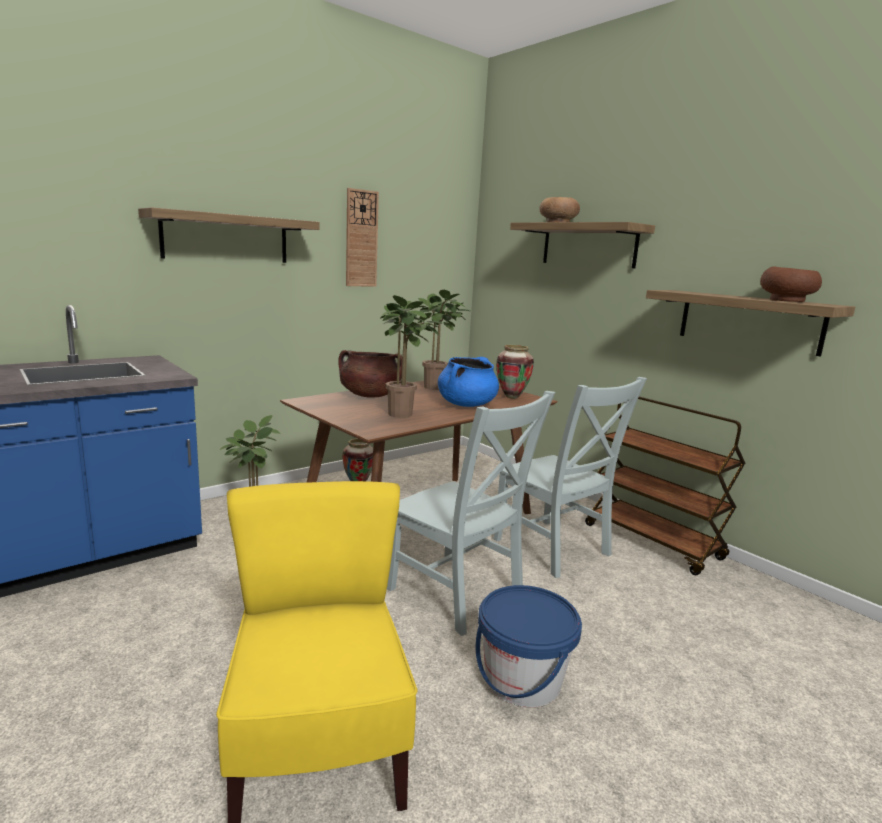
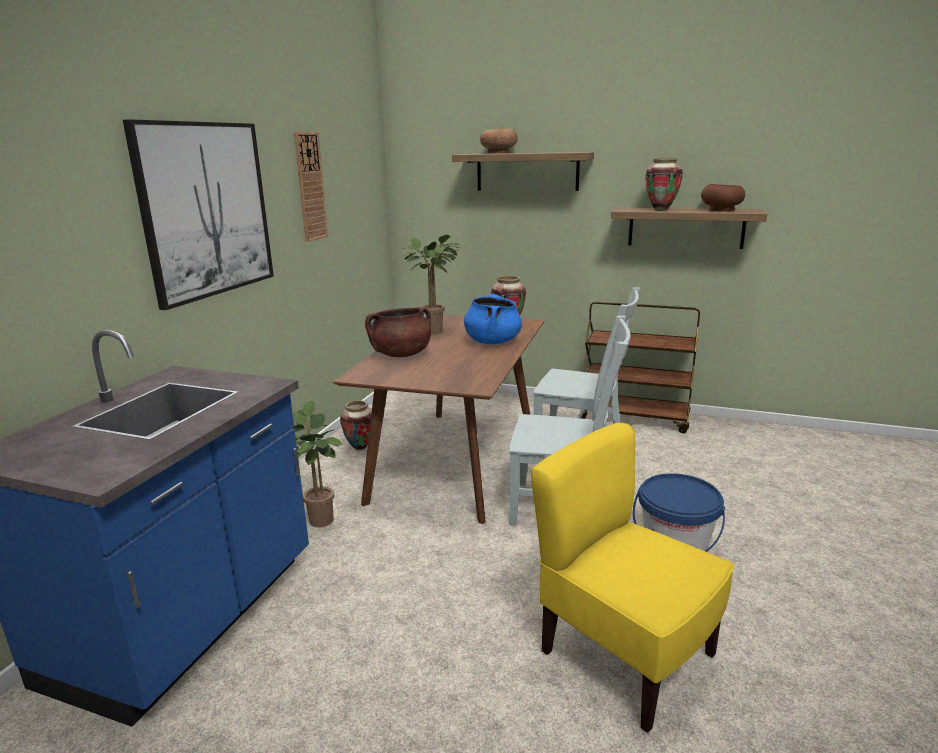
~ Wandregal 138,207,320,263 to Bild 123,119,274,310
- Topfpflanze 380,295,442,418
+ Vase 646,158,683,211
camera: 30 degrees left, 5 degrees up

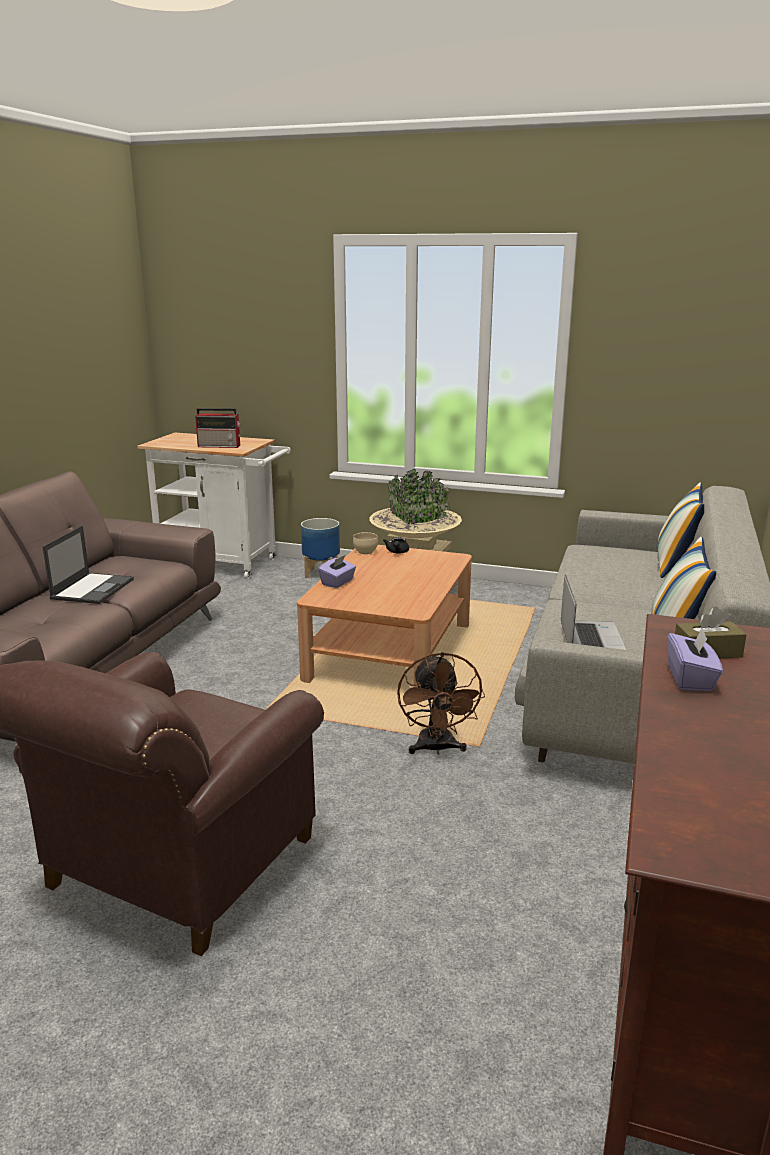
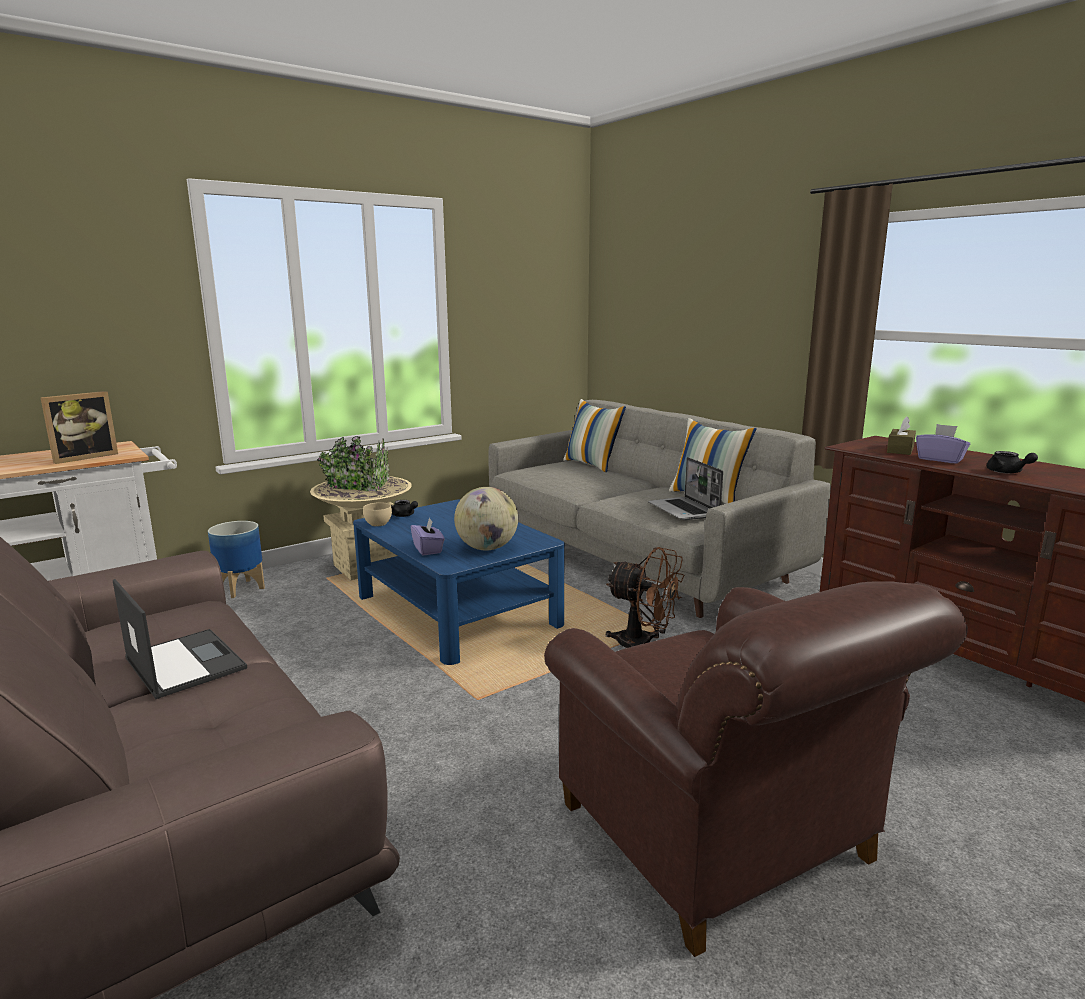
~ Radio 195,408,241,448 to Bilderrahmen 41,391,118,464
~ Couchtisch/braun 297,545,472,687 to Couchtisch/blau 353,499,565,665
~ Laptop 561,575,627,650 = 648,457,723,520 150 degrees counterclockwise
+ Teekanne/schwarz 987,451,1038,474
+ Globus 454,487,518,551
camera: 55 degrees left, 5 degrees down

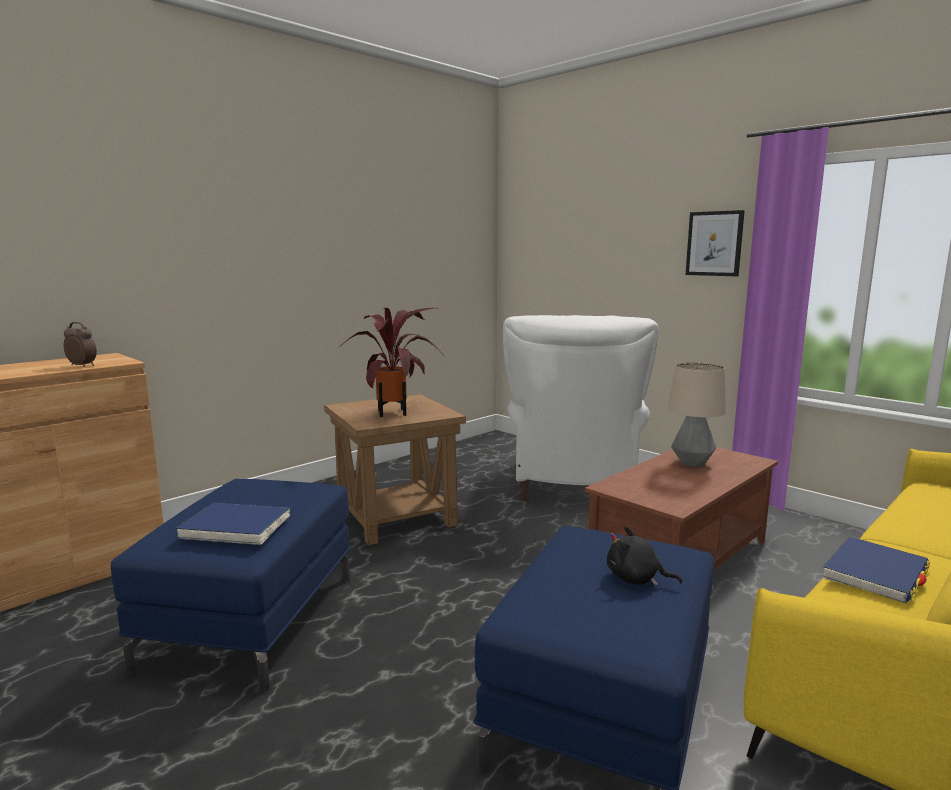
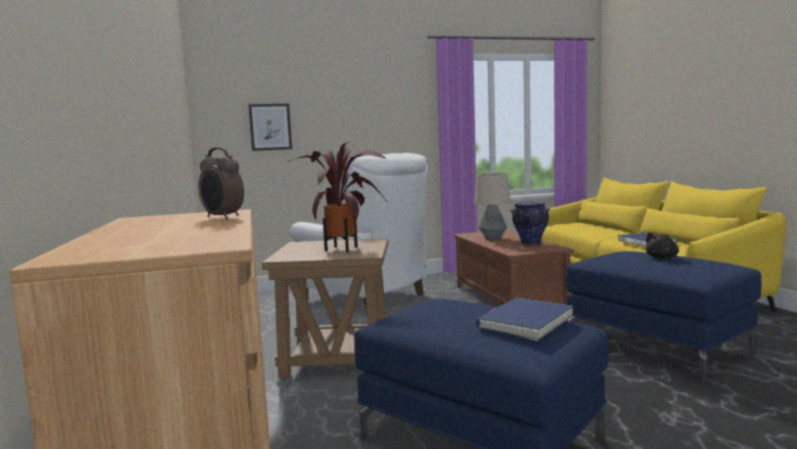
~ Bild 686,210,745,276 to 248,104,292,151
~ Wecker 64,322,97,367 = 198,147,244,219 105 degrees counterclockwise
+ Vase 510,201,550,245
camera: 60 degrees left, 5 degrees down

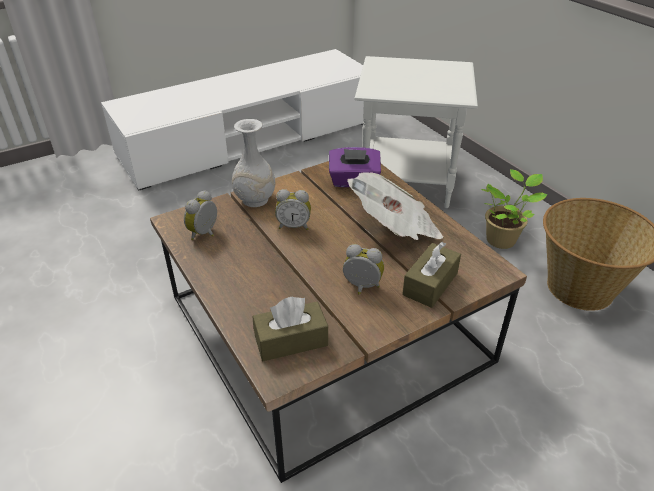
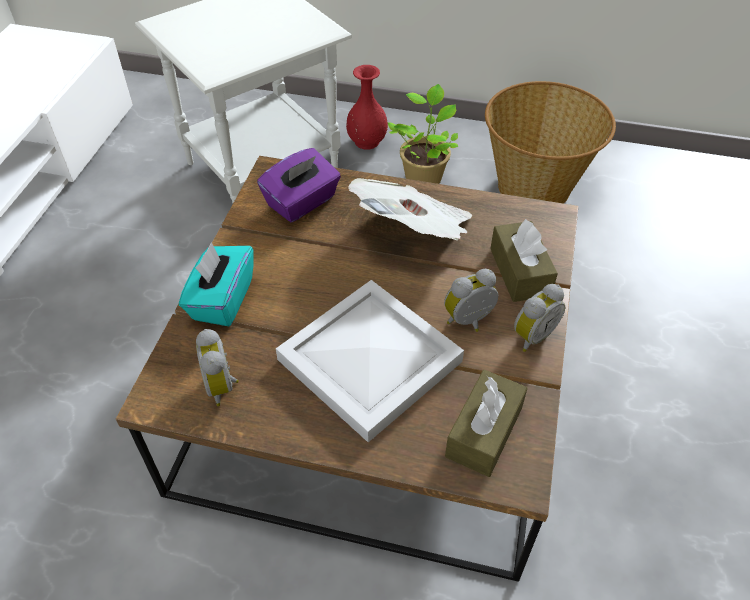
~ Vase/weiß 232,119,275,207 to Taschentuchbox/türkis 179,242,254,326
~ Wecker 275,189,311,230 to 514,284,565,352
+ Vase/rot 346,65,388,150
+ Tablett/weiß 276,280,464,442
camera: 45 degrees left, 10 degrees up

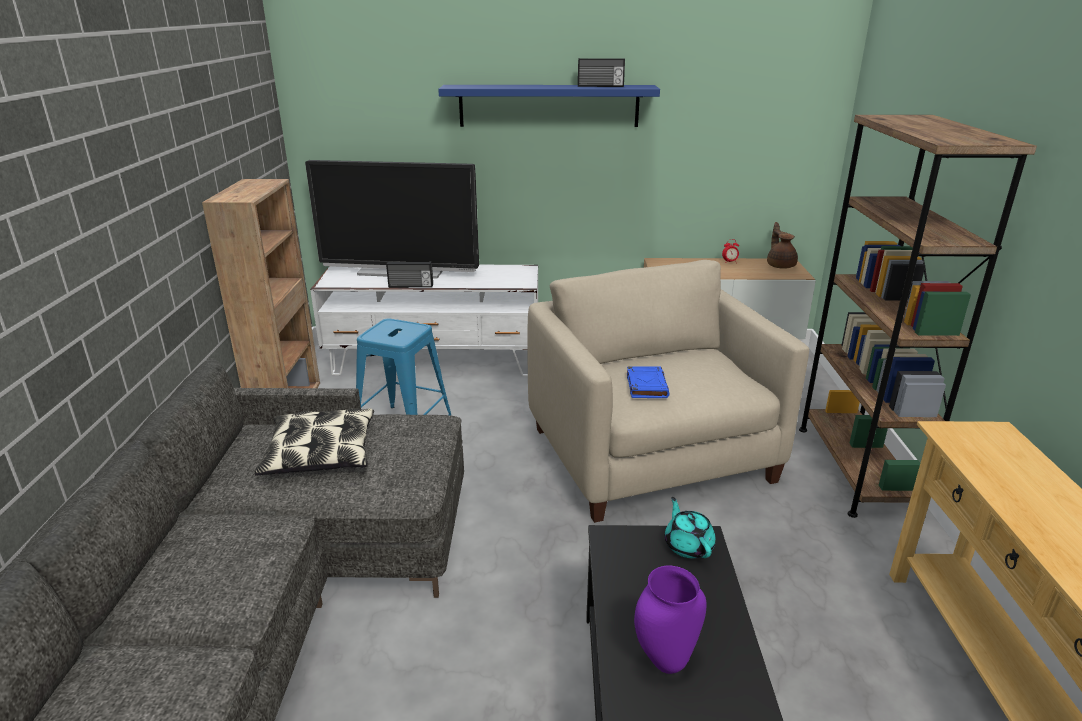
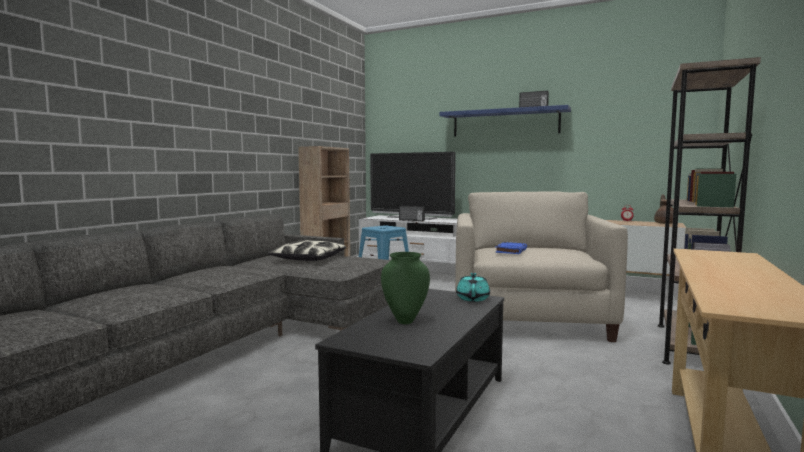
~ Vase/lila 634,566,707,674 to Vase/grün 381,252,430,324
camera: 25 degrees right, 20 degrees down

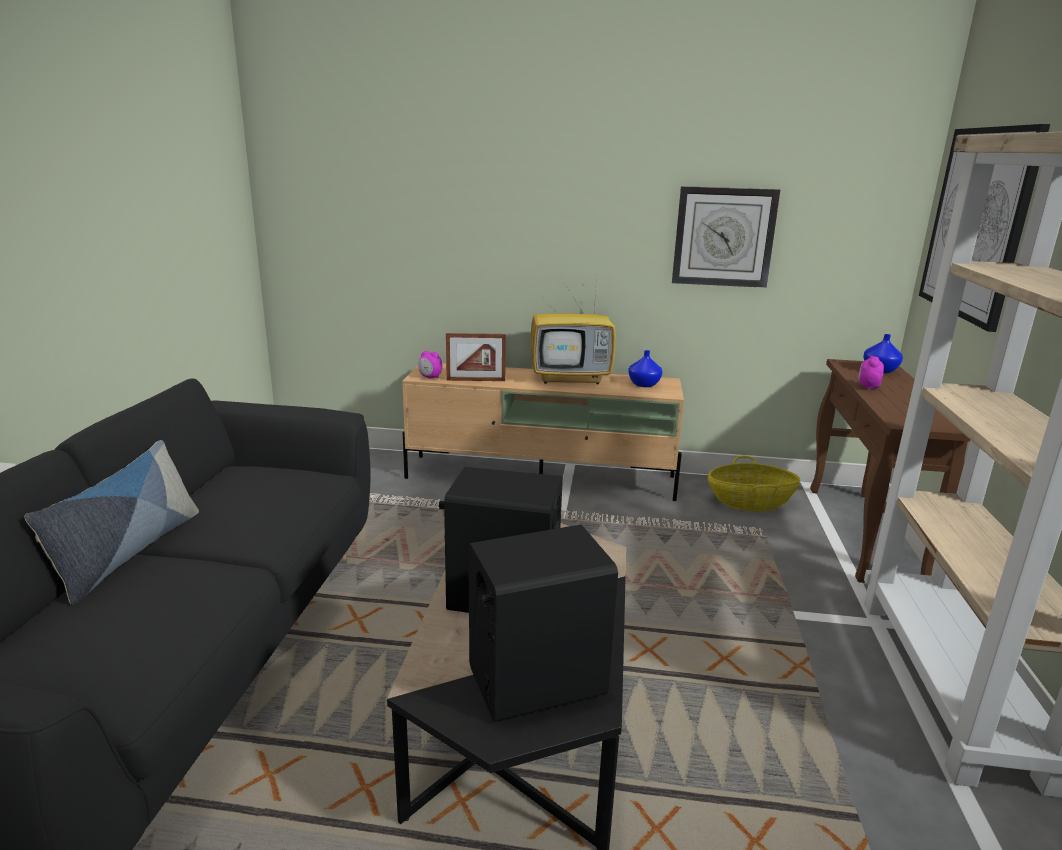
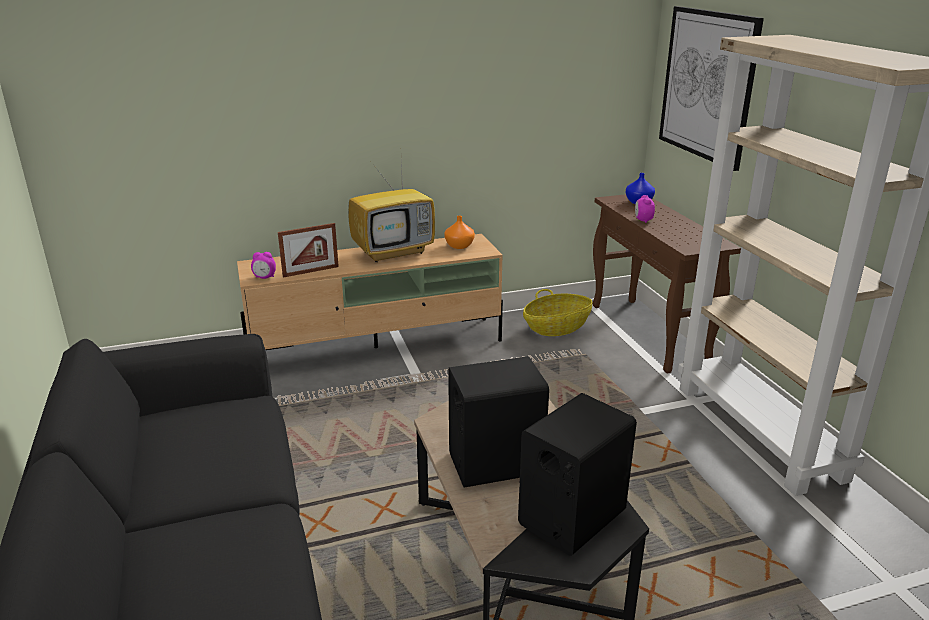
- Wanduhr 672,186,780,288
~ Vase/blau 628,350,663,387 to Vase/orange 444,215,475,249
- Kissen 25,440,199,604
camera: 25 degrees left, 5 degrees up

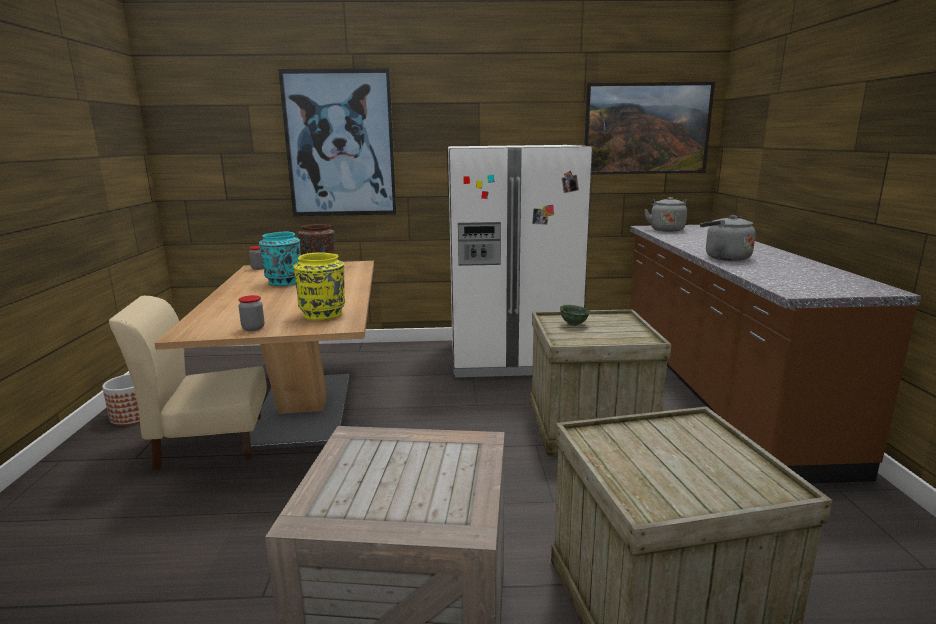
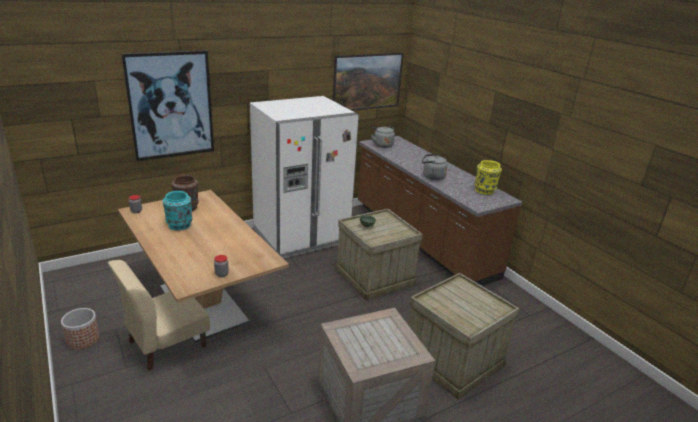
~ Vase/gelb 293,252,345,321 to 474,160,502,195
camera: 30 degrees left, 10 degrees up

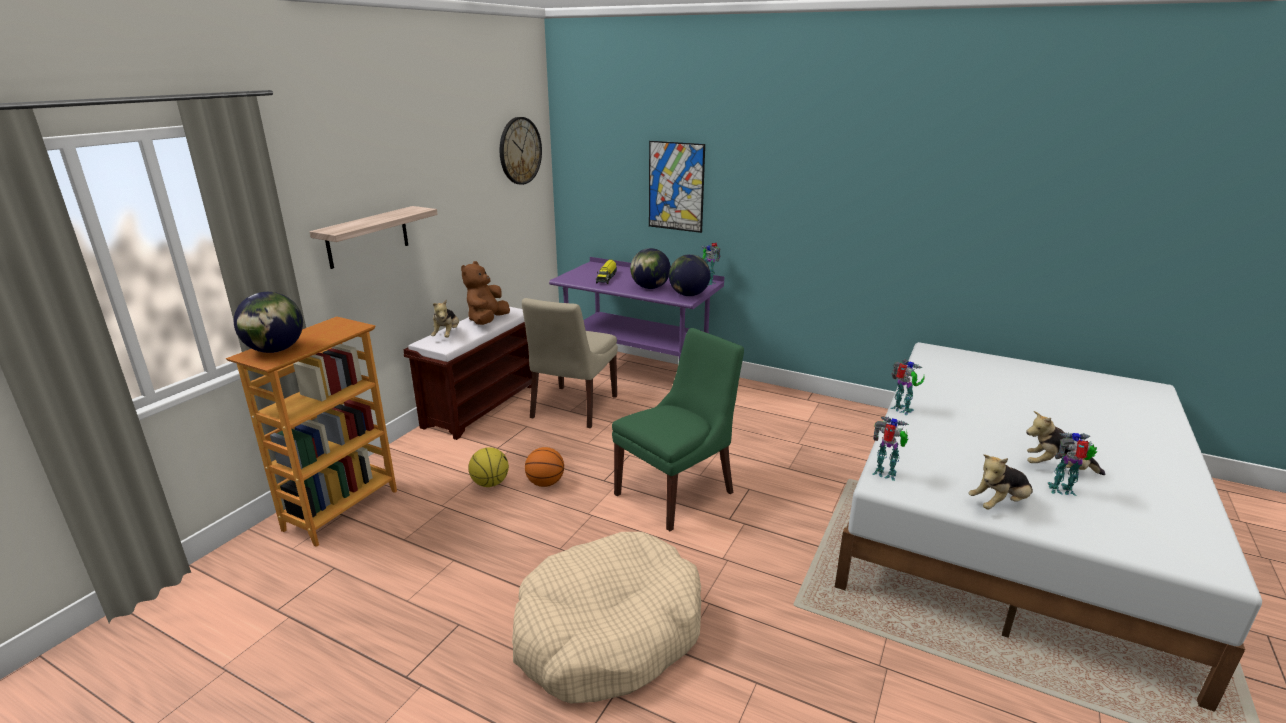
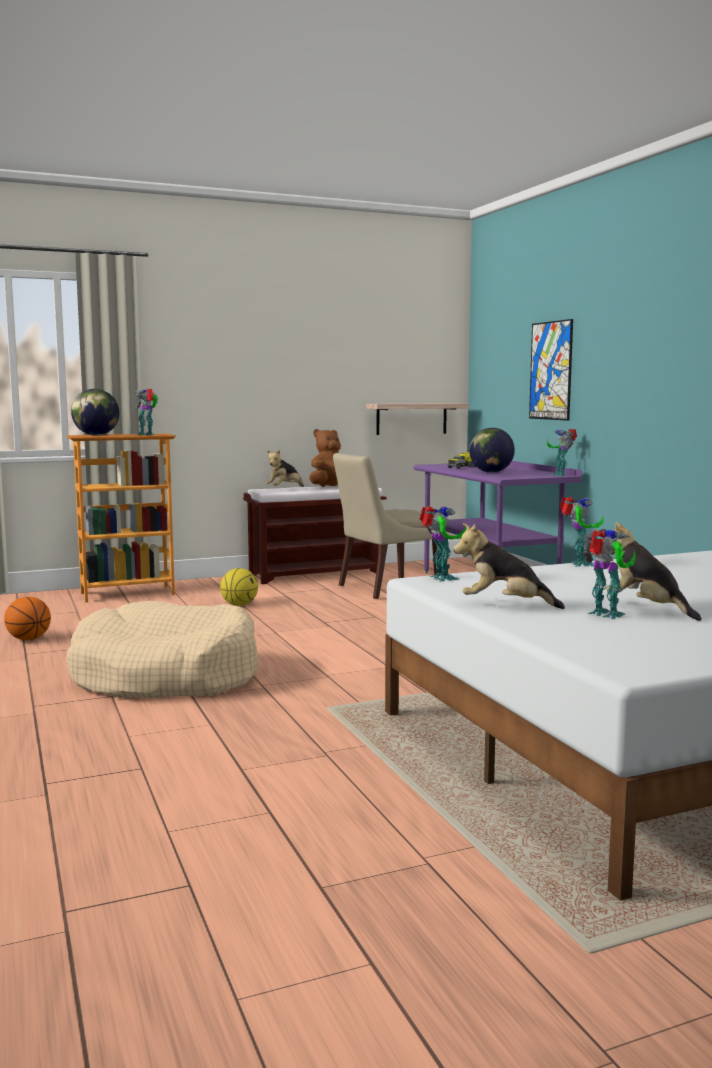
- Wanduhr 500,117,542,185
~ Wandregal 309,206,438,269 to 366,403,469,435
- Globus 669,254,710,296
- Stuhl/grün 612,328,744,531
~ Basketball 525,447,564,487 to 4,597,51,640
+ Spielzeugroboter 134,389,158,435
camera: 40 degrees right, 15 degrees down

